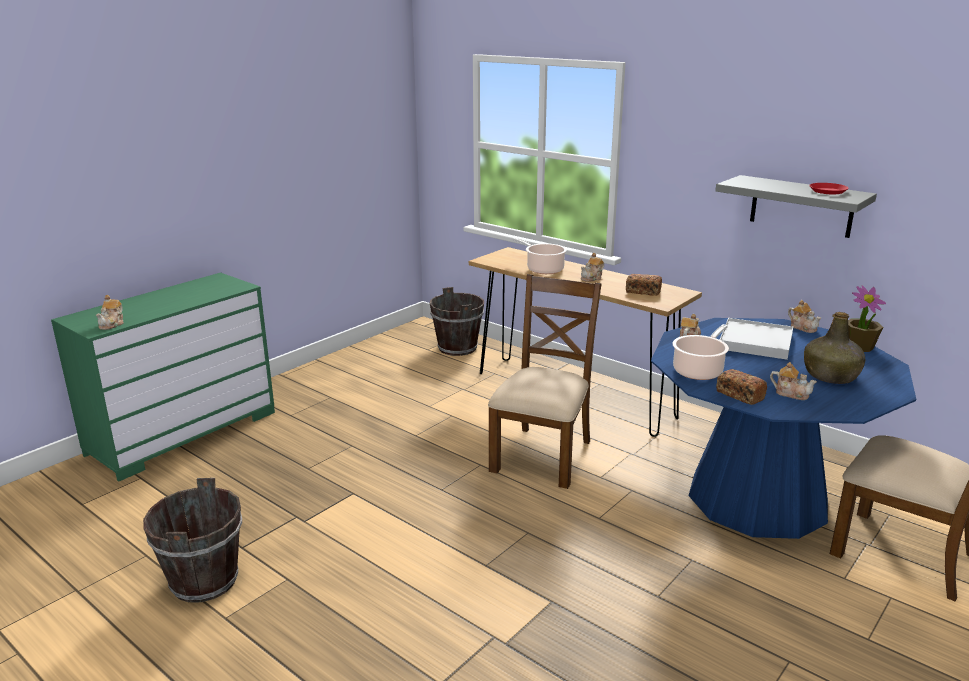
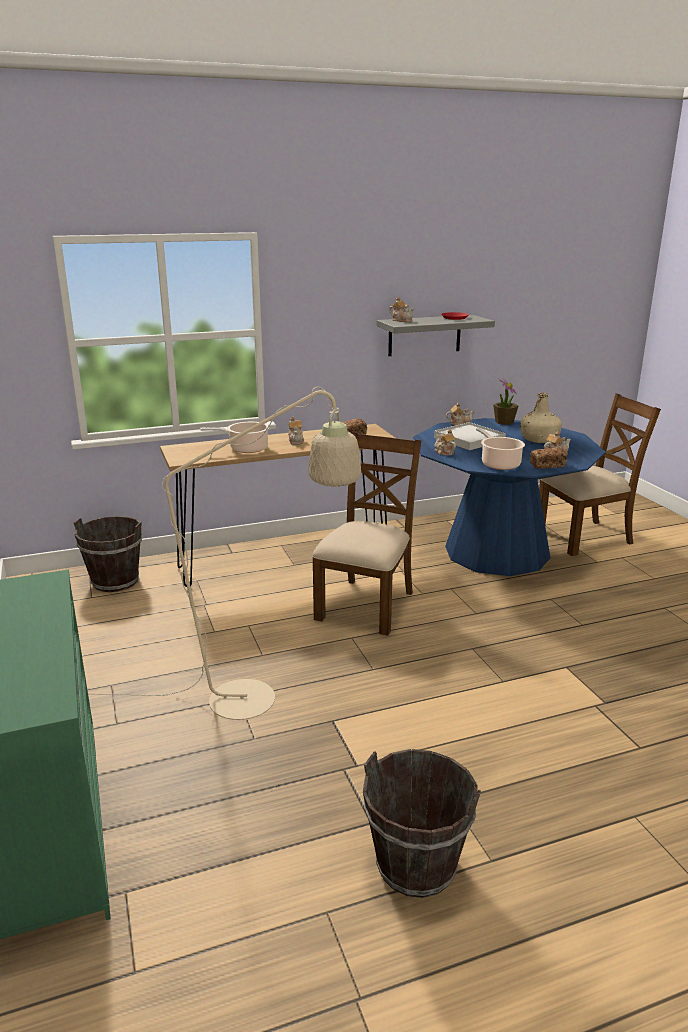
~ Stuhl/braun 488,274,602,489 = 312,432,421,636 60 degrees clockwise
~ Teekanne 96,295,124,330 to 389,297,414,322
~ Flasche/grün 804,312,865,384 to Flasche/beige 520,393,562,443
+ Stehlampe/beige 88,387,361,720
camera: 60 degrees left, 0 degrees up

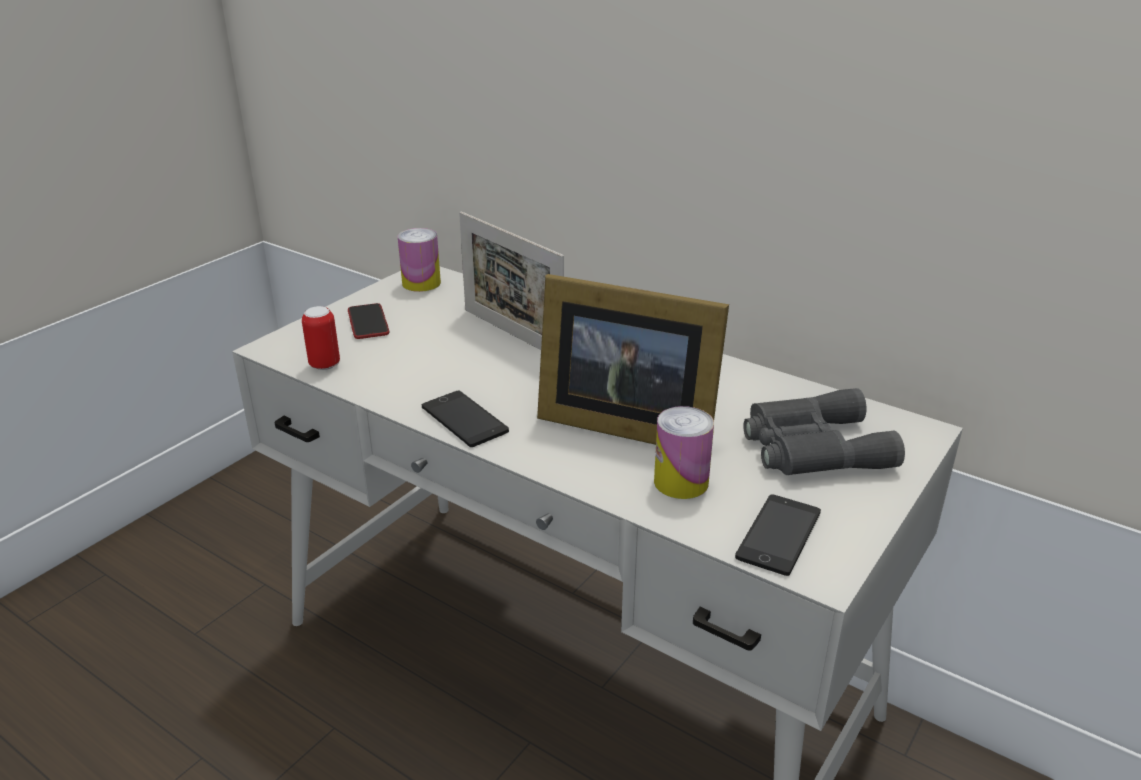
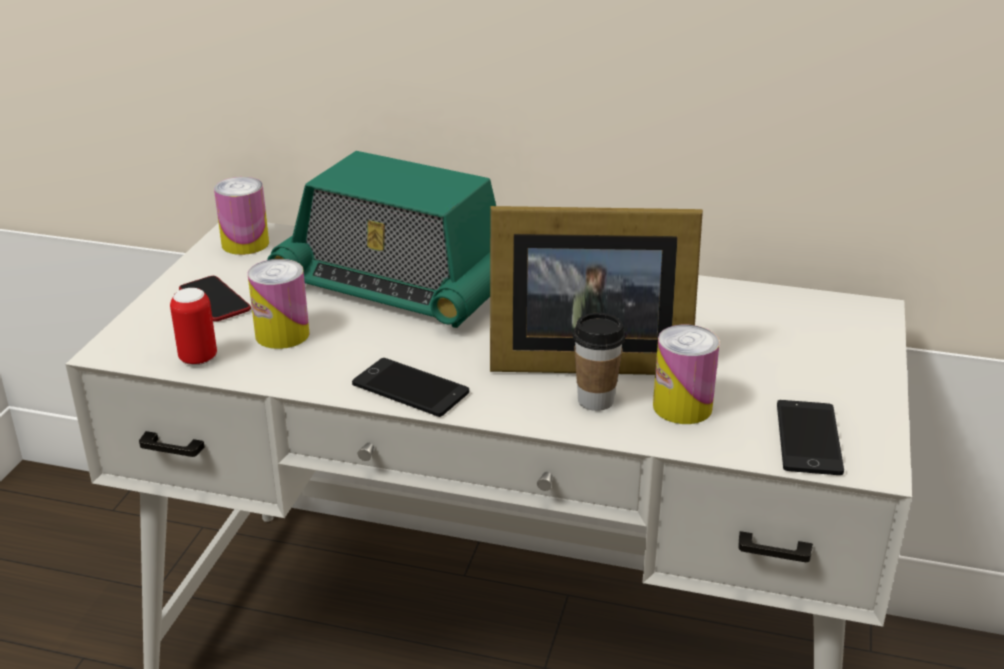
~ Bilderrahmen 459,211,564,350 to Radio 267,151,496,328
- Fernglas/grau 743,388,905,475
+ Dose 248,259,310,349
+ Tasse 573,313,625,411
camera: 20 degrees left, 0 degrees up

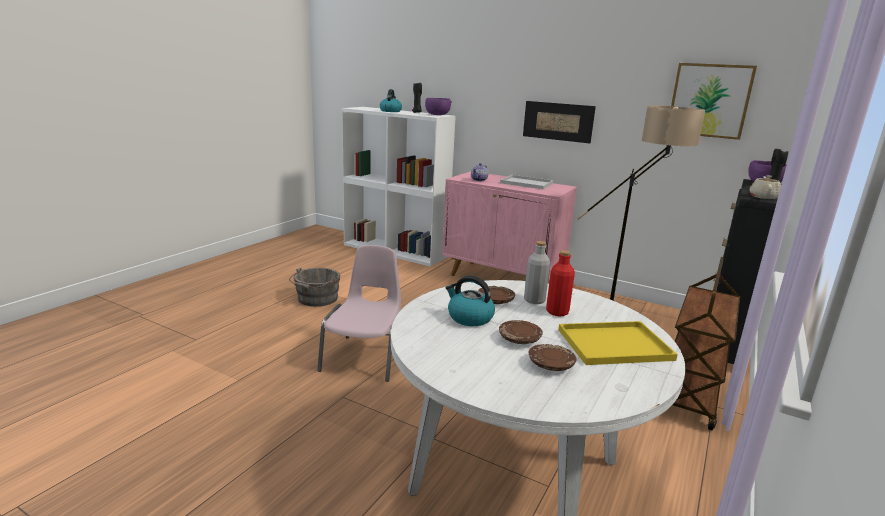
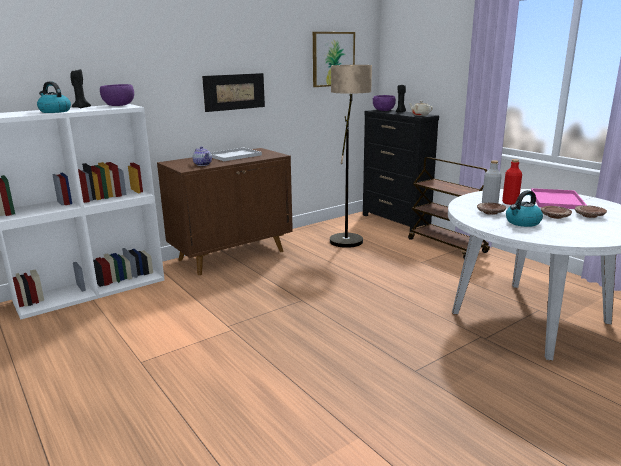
~ Schrank/rosa 442,171,577,280 to Schrank/braun 157,148,293,275
- Stuhl/rosa 317,245,401,382
- Eimer/grau 289,267,341,307
~ Tablett/gelb 558,321,678,365 to Tablett/rosa 531,188,586,209
camera: 65 degrees left, 0 degrees up

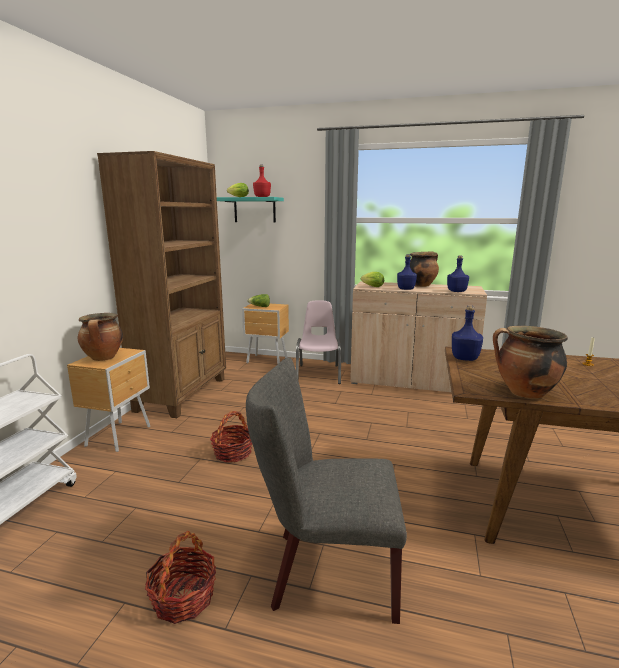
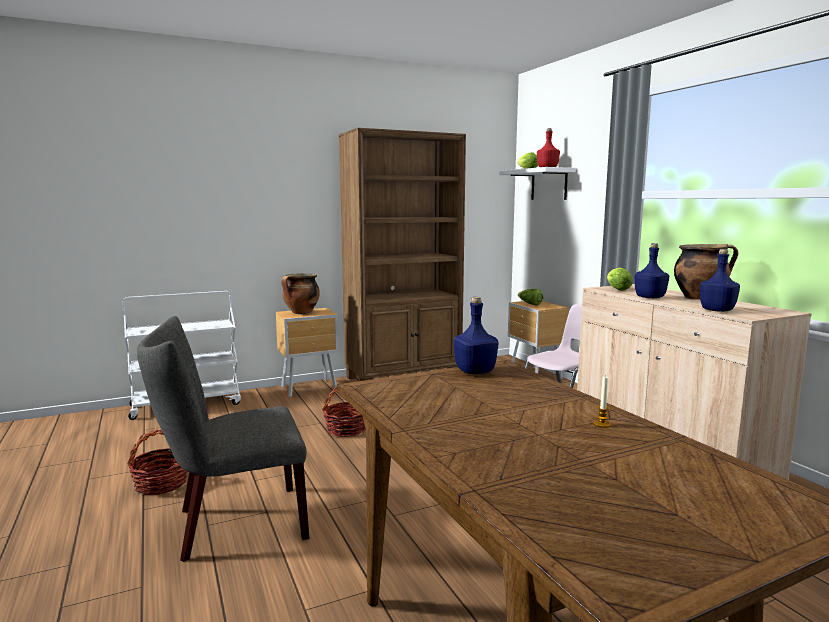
~ Wandregal/türkis 217,197,284,222 to Wandregal/weiß 499,167,576,200
- Kochtopf 493,326,568,399
~ Stuhl/grau 246,357,407,624 = 137,316,309,562 75 degrees counterclockwise
camera: 50 degrees right, 5 degrees down

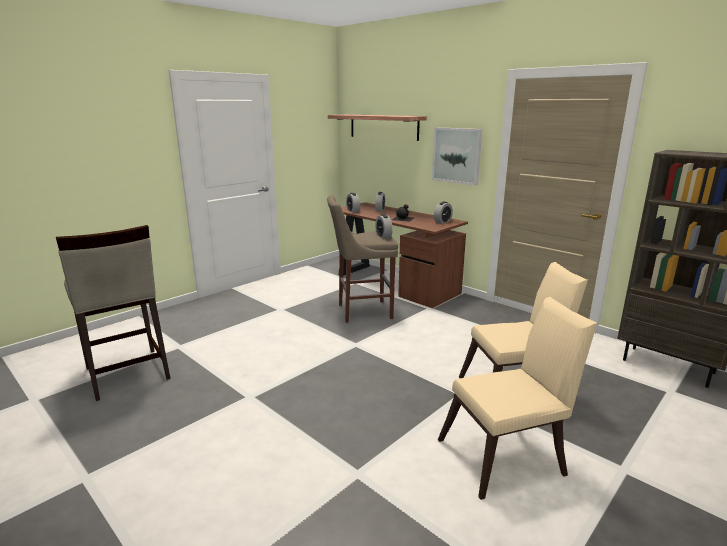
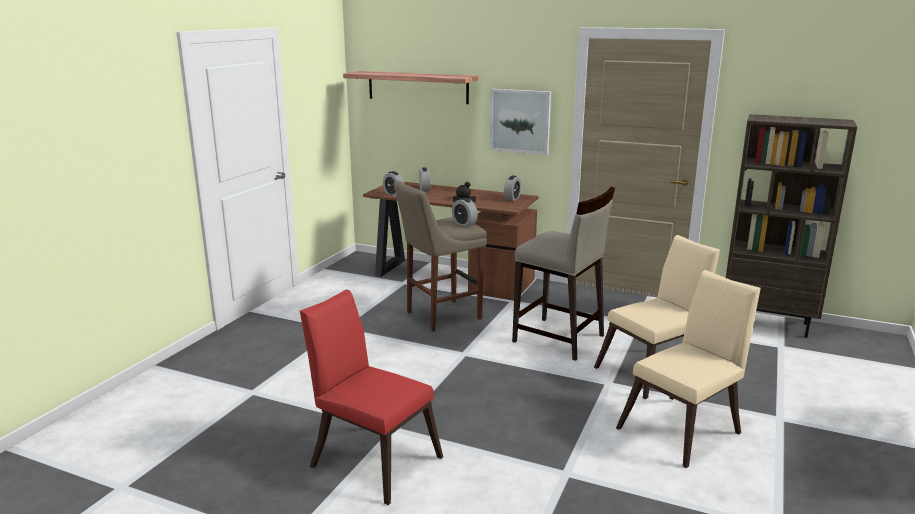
~ Hocker/beige 56,225,170,401 to 512,187,615,361
+ Stuhl/rot 300,289,443,505
camera: 20 degrees left, 0 degrees up

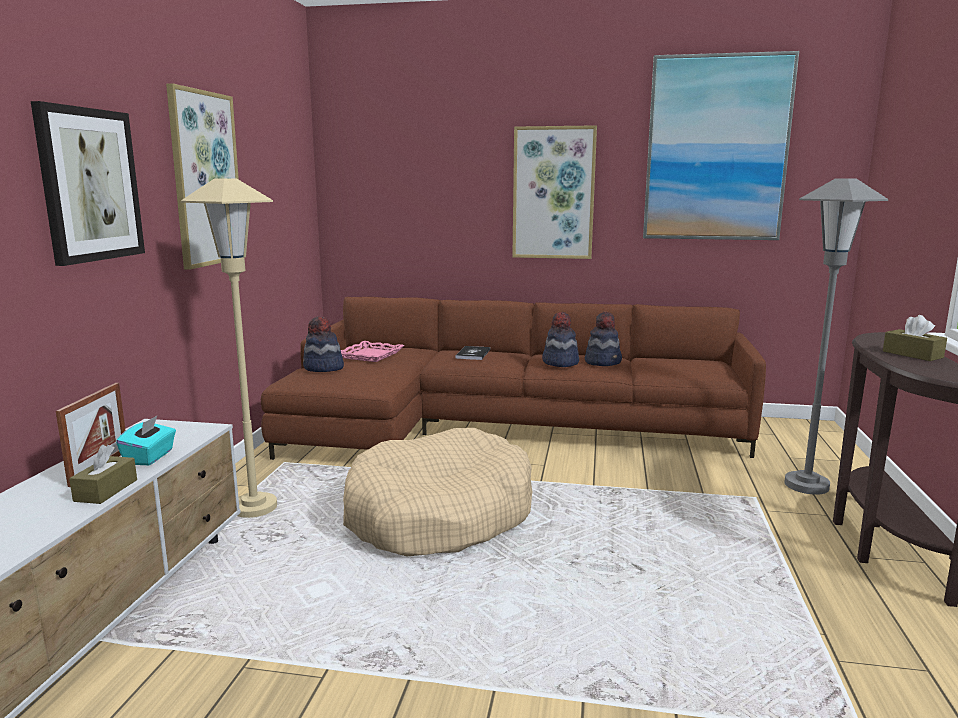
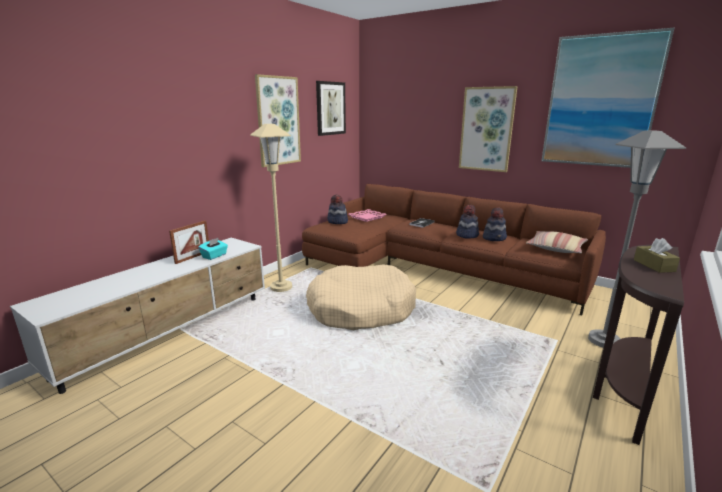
~ Bild 31,101,145,266 to 316,81,346,136
- Taschentuchbox/braun 69,445,137,504
+ Kissen 526,231,588,253
camera: 25 degrees right, 5 degrees up

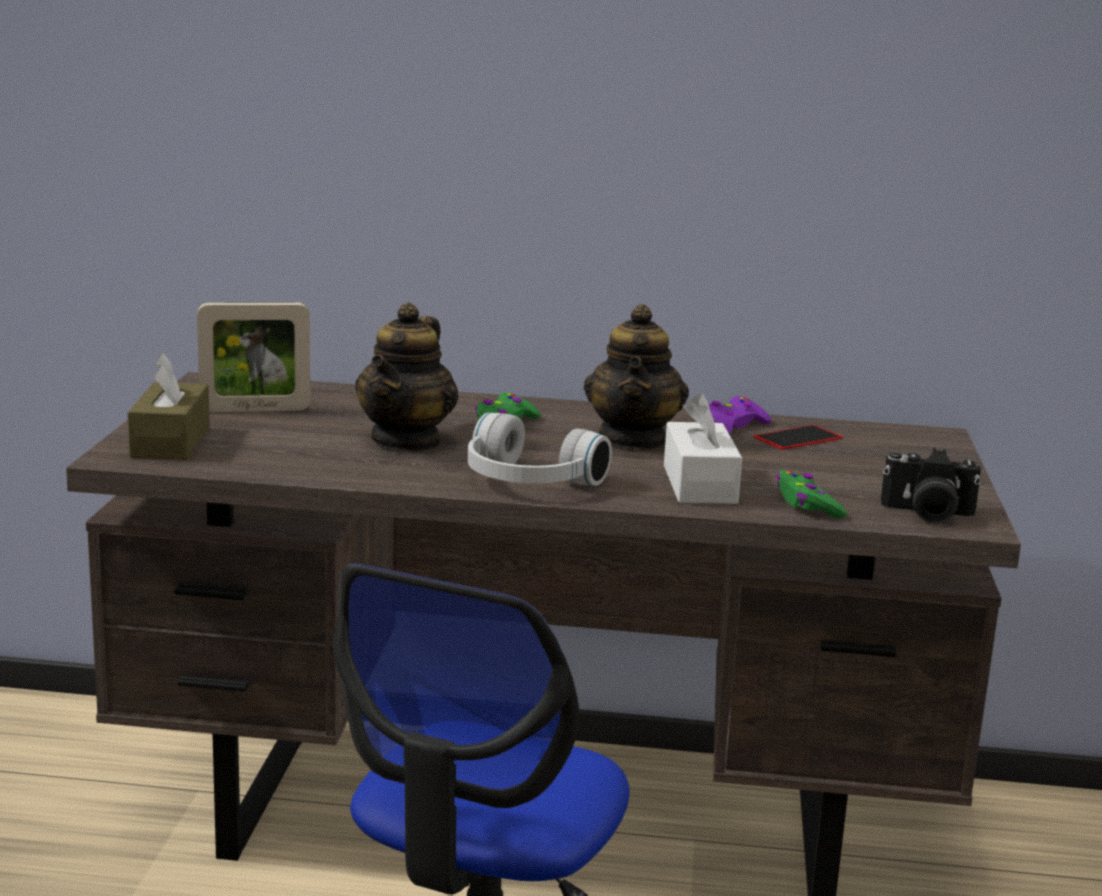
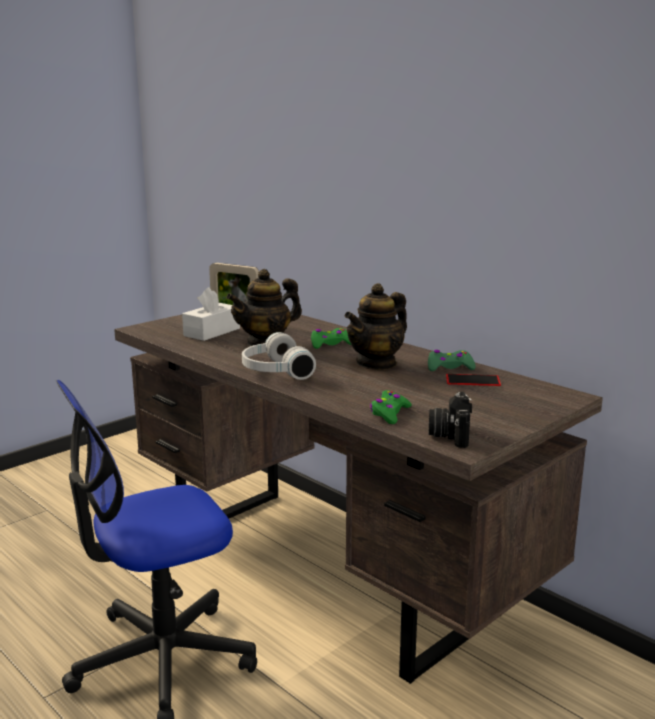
- Taschentuchbox/braun 127,353,210,460
~ Taschentuchbox/weiß 664,393,742,504 to 182,287,240,341
~ Gamepad/lila 709,396,772,435 to Gamepad/grün 428,350,476,371
~ Kamera 881,448,981,524 = 429,392,472,448 45 degrees clockwise
camera: 40 degrees right, 0 degrees up

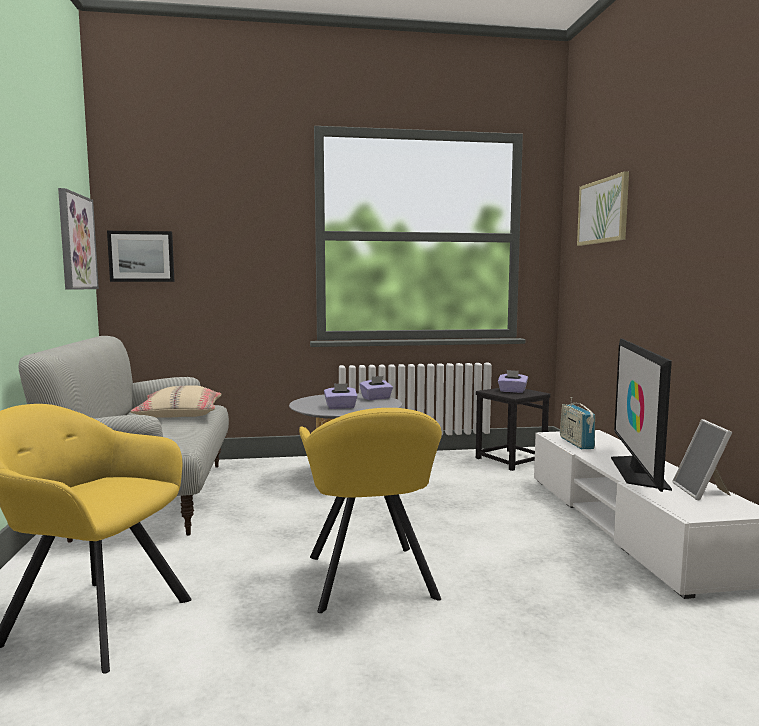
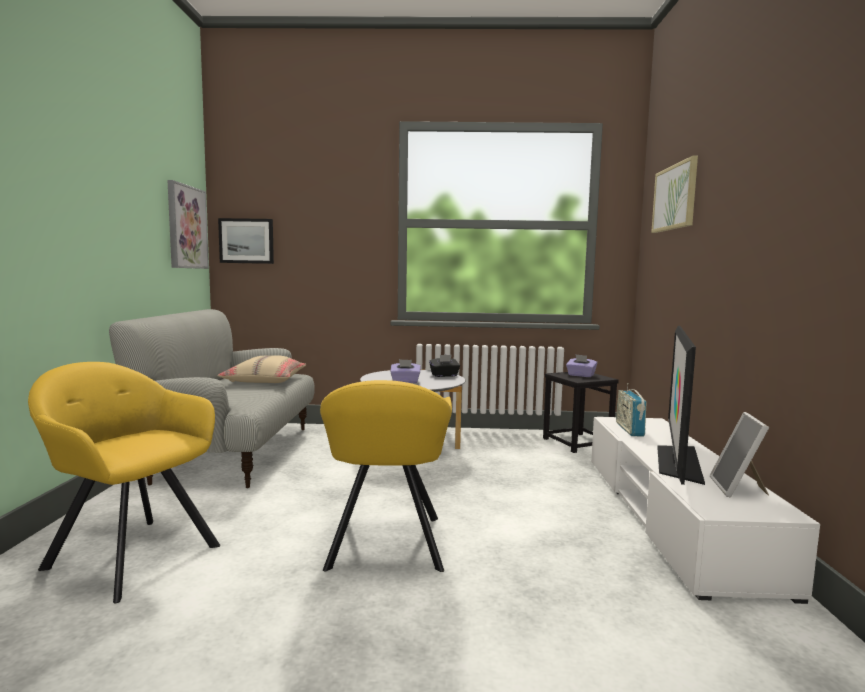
~ Taschentuchbox/lila 360,376,393,400 to Taschentuchbox/schwarz 429,355,460,377
camera: 10 degrees right, 0 degrees up

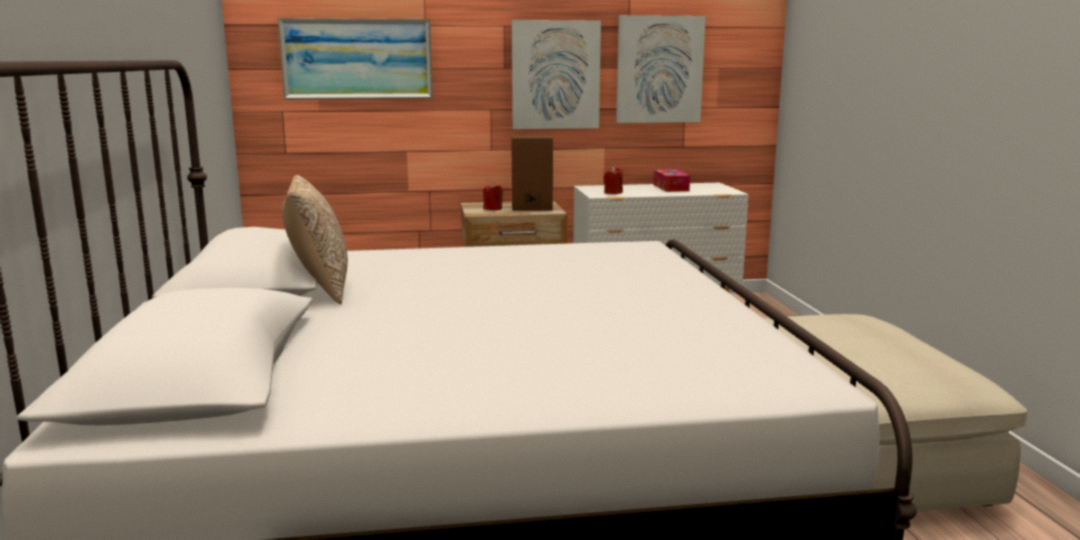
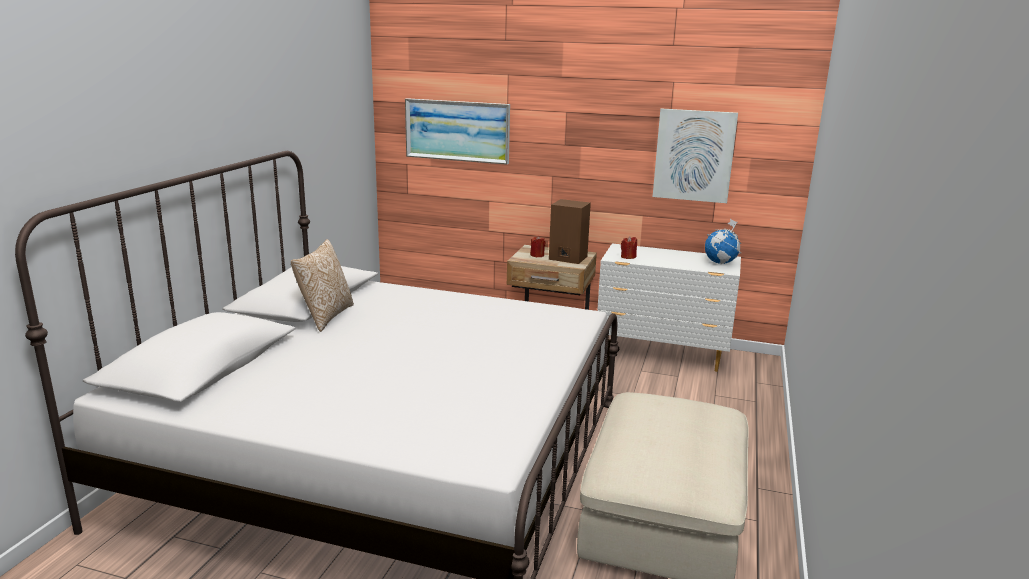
- Bild 512,20,601,129
- Taschentuchbox 653,169,690,192
+ Globus 705,219,741,264
camera: 25 degrees right, 5 degrees up

